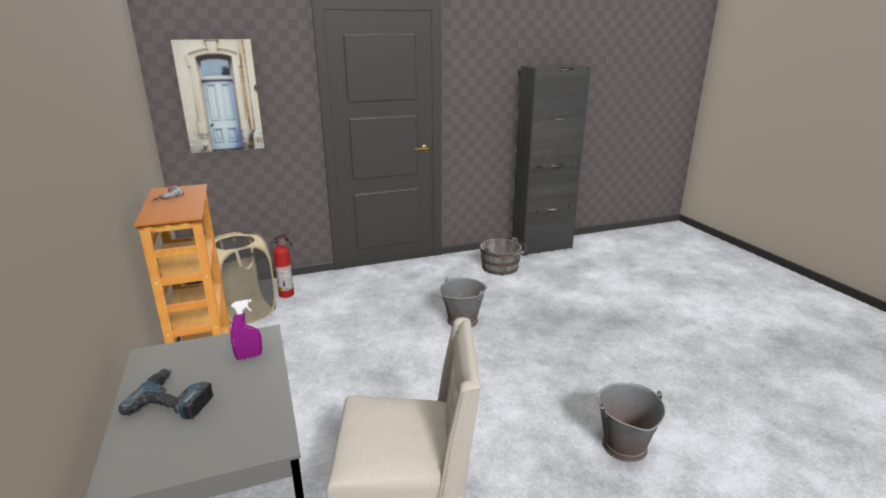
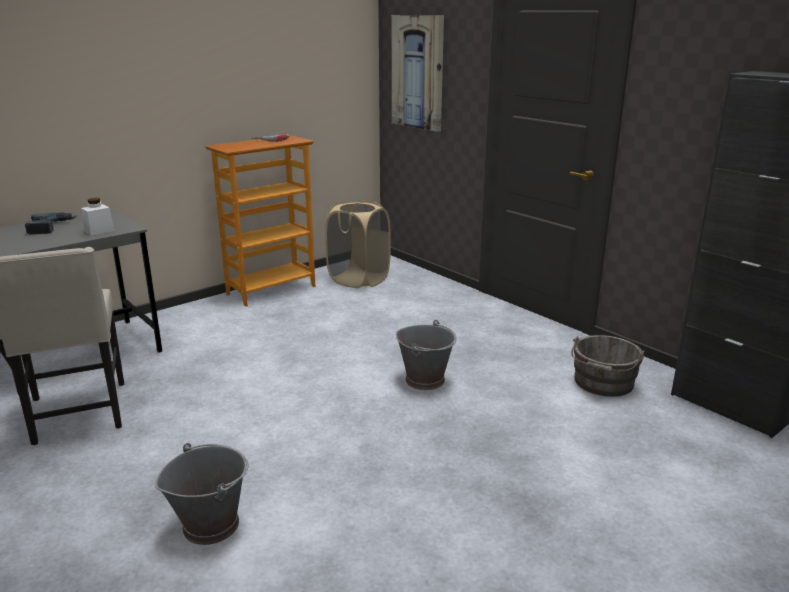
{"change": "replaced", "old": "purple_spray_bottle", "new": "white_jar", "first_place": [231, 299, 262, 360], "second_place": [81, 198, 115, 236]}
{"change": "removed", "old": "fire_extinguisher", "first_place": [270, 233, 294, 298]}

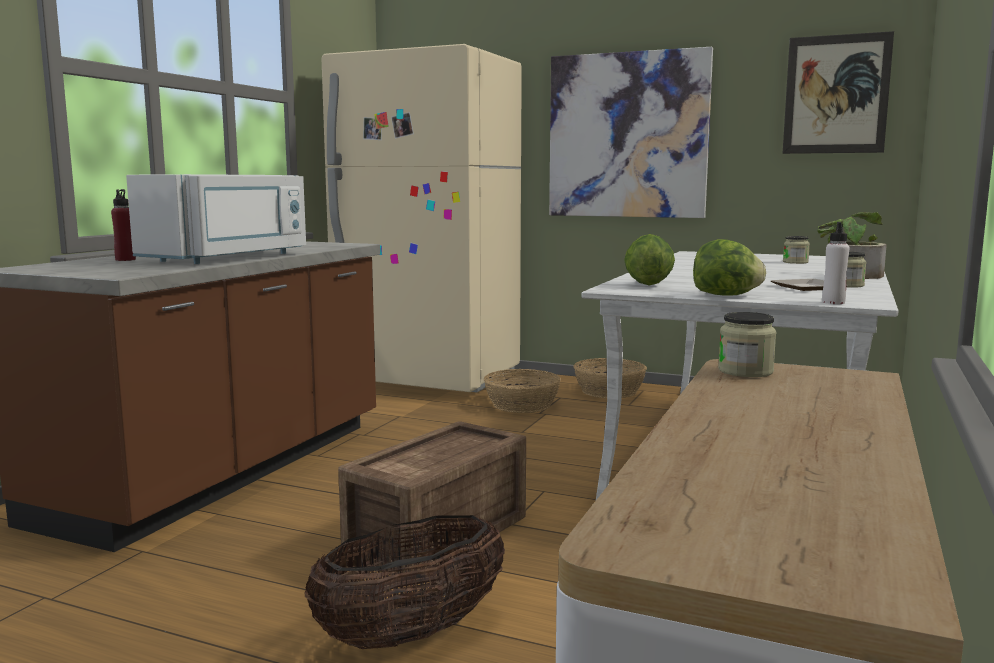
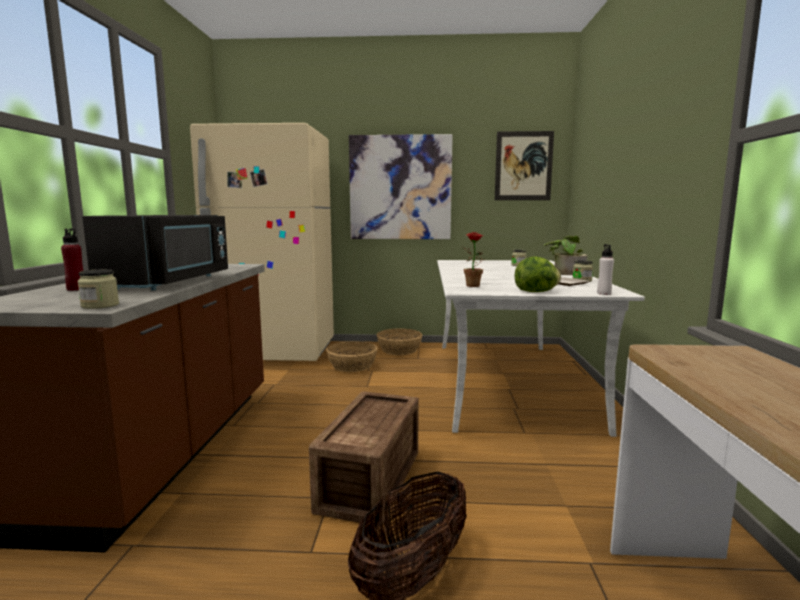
{"change": "recoloured", "old": "white_microwave", "new": "black_microwave", "first_place": [126, 174, 306, 264], "second_place": [82, 215, 228, 291]}
{"change": "replaced", "old": "lettuce", "new": "potted_plant", "first_place": [624, 234, 675, 286], "second_place": [463, 232, 485, 287]}
{"change": "moved", "old": "jar", "first_place": [718, 312, 776, 377], "second_place": [78, 269, 119, 309]}

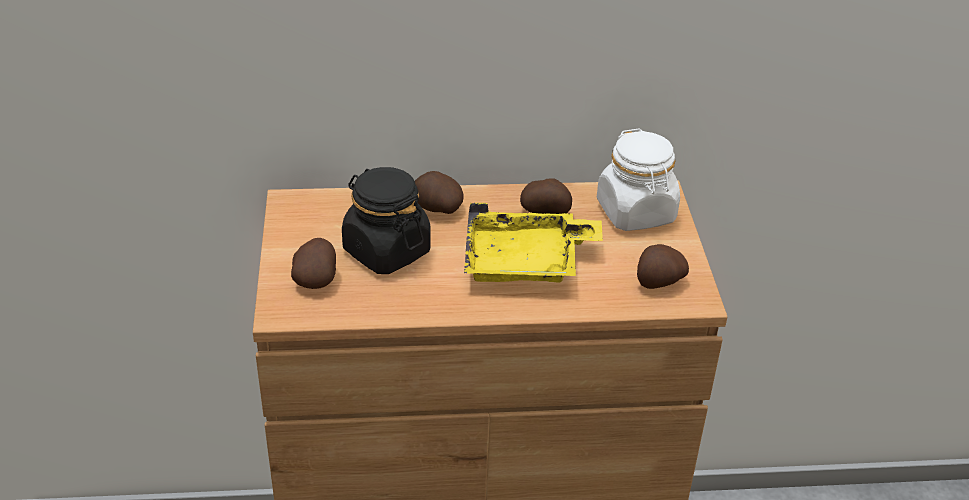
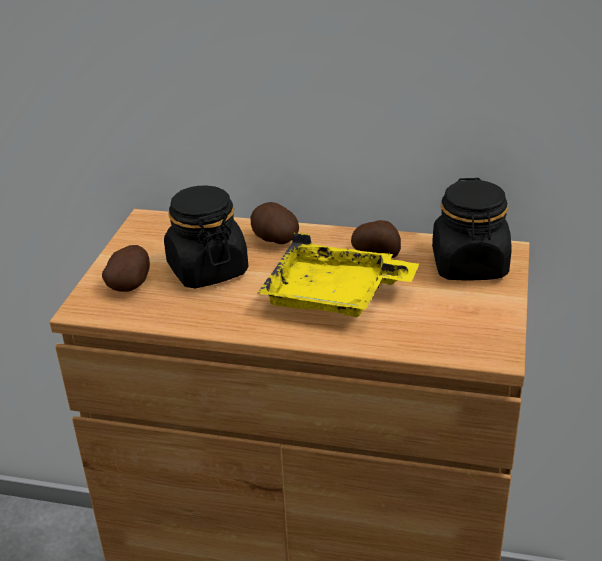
{"change": "recoloured", "old": "white_jar", "new": "black_jar", "first_place": [597, 128, 680, 231], "second_place": [432, 178, 512, 280]}
{"change": "removed", "old": "potato", "first_place": [637, 244, 689, 289]}

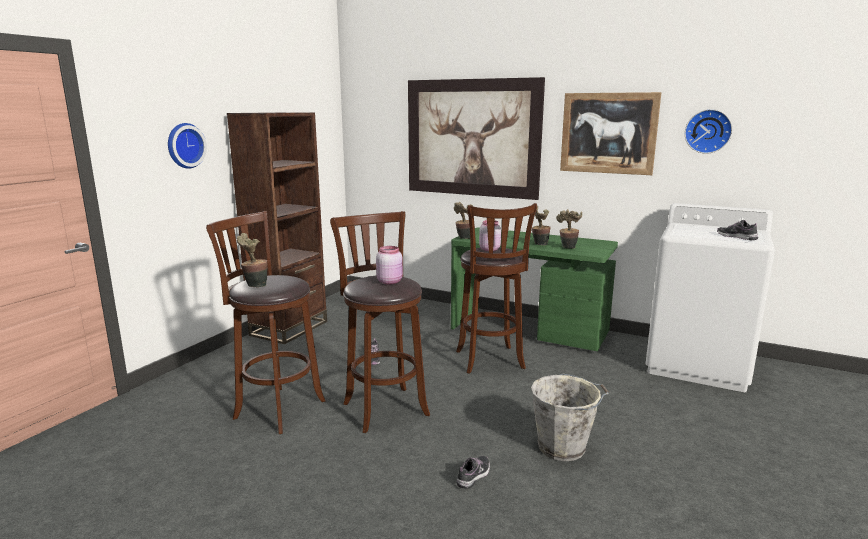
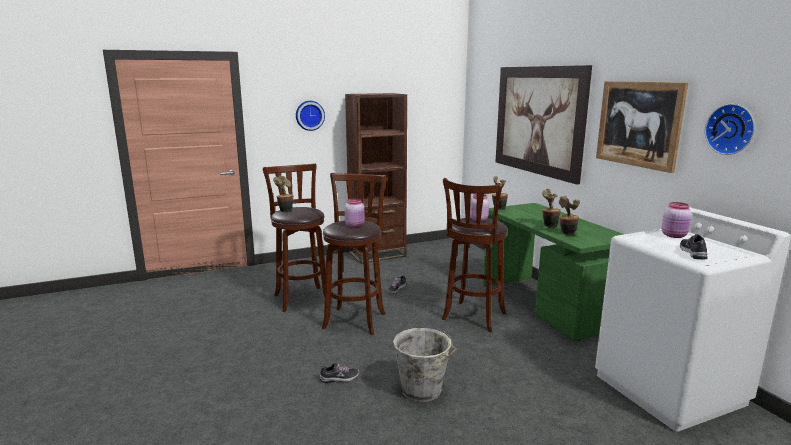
{"change": "added", "new": "pink_jar", "second_place": [661, 202, 692, 238]}

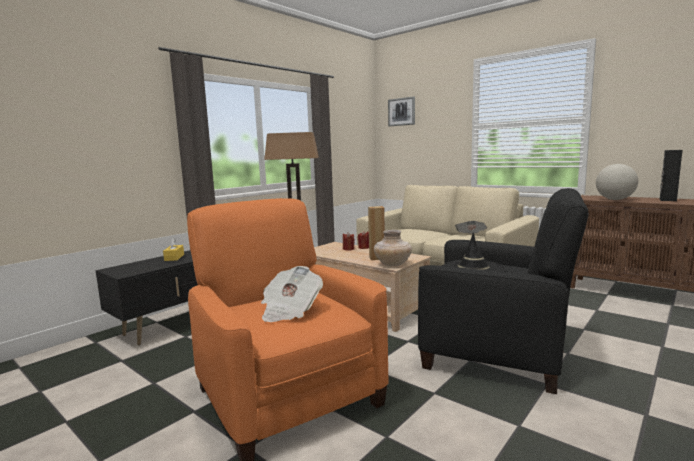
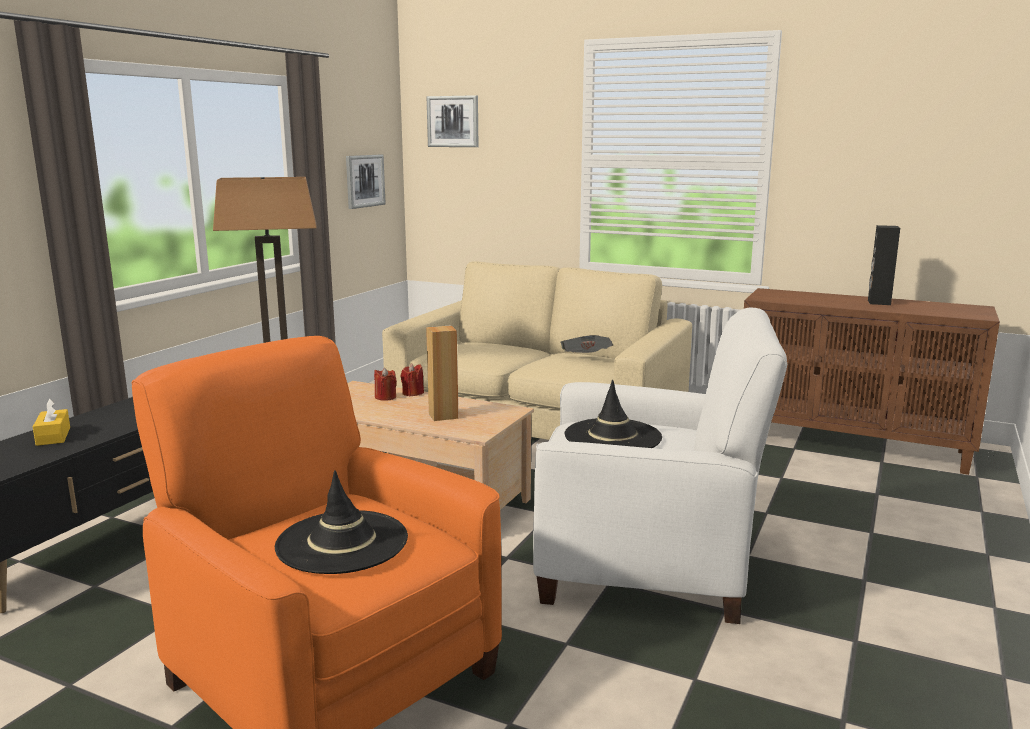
{"change": "replaced", "old": "newspaper", "new": "black_hat", "first_place": [261, 266, 323, 322], "second_place": [275, 470, 408, 574]}
{"change": "removed", "old": "beige_vase", "first_place": [374, 230, 412, 266]}
{"change": "recoloured", "old": "black_armchair", "new": "white_armchair", "first_place": [418, 188, 589, 394], "second_place": [533, 307, 787, 624]}
{"change": "removed", "old": "globe", "first_place": [596, 164, 638, 200]}
{"change": "added", "new": "picture", "second_place": [346, 155, 386, 209]}

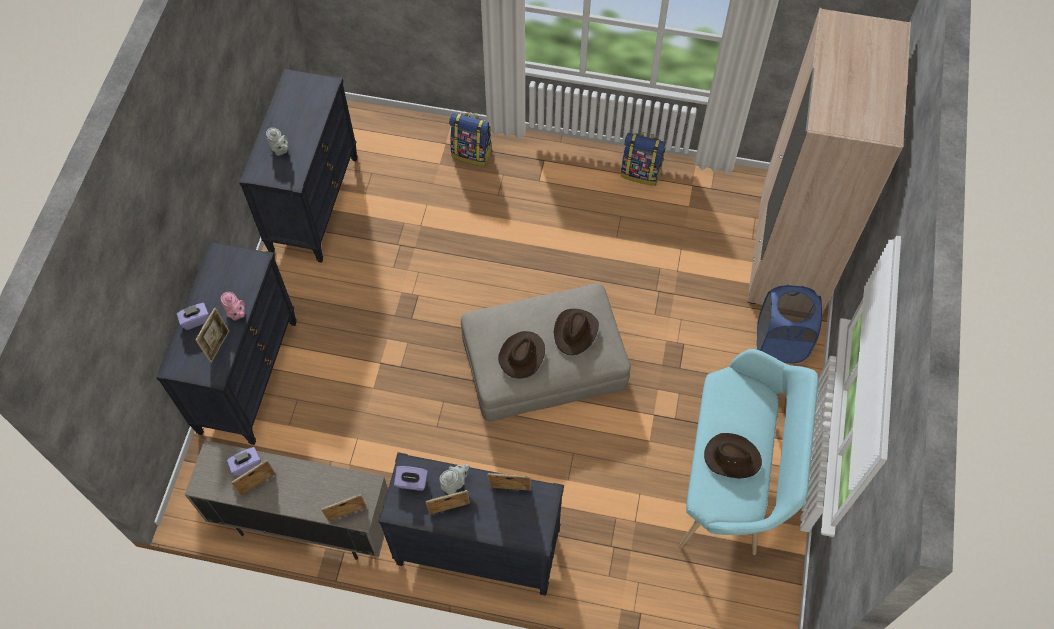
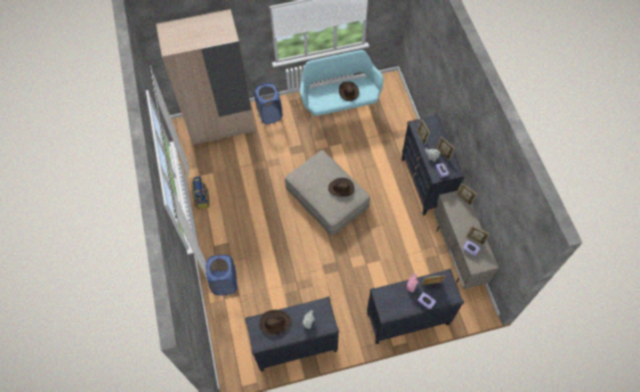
{"change": "replaced", "old": "backpack", "new": "blue_laundry_basket", "first_place": [449, 112, 493, 166], "second_place": [206, 255, 237, 295]}
{"change": "moved", "old": "brown_hat", "first_place": [554, 309, 599, 355], "second_place": [260, 310, 291, 335]}

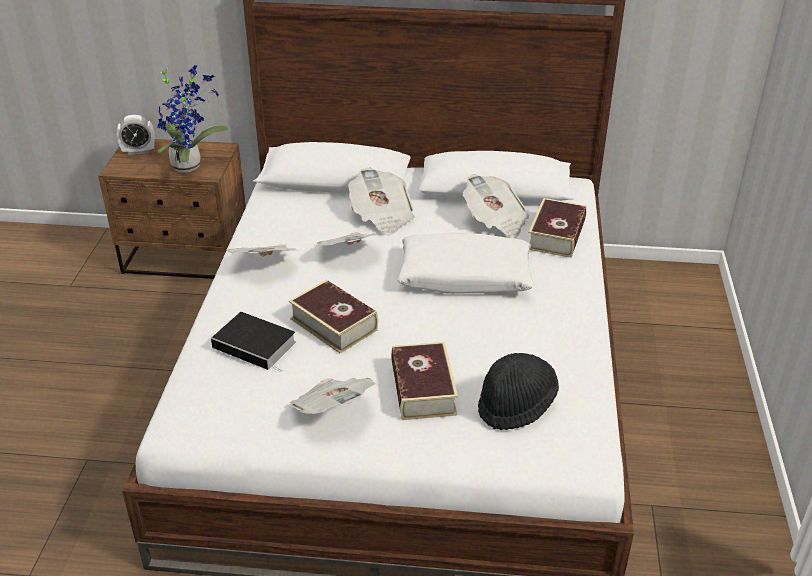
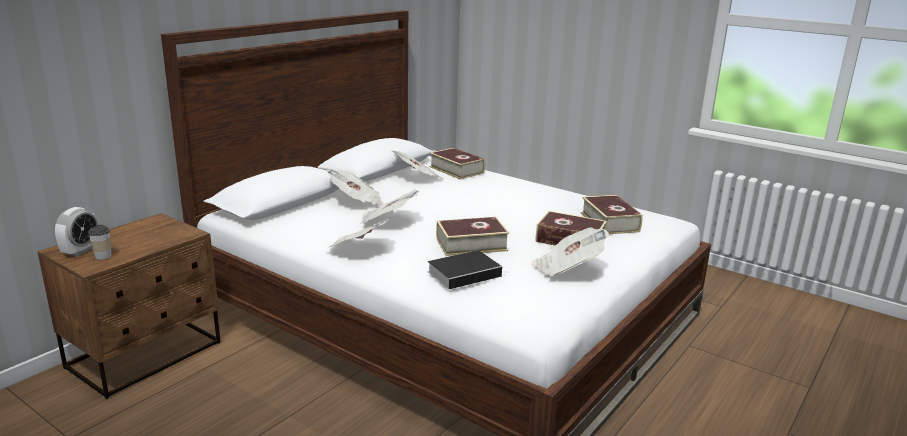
{"change": "removed", "old": "potted_plant", "first_place": [157, 65, 228, 173]}
{"change": "removed", "old": "white_pillow", "first_place": [397, 233, 534, 294]}
{"change": "replaced", "old": "black_hat", "new": "book", "first_place": [478, 353, 559, 430], "second_place": [581, 195, 642, 234]}
{"change": "added", "new": "cup", "second_place": [88, 225, 111, 260]}

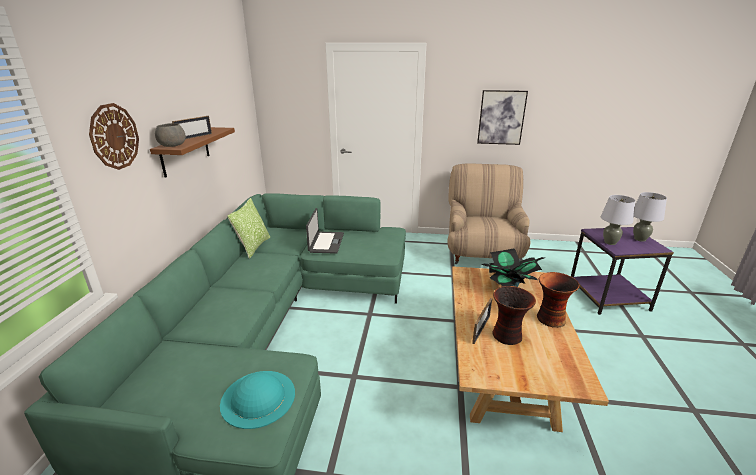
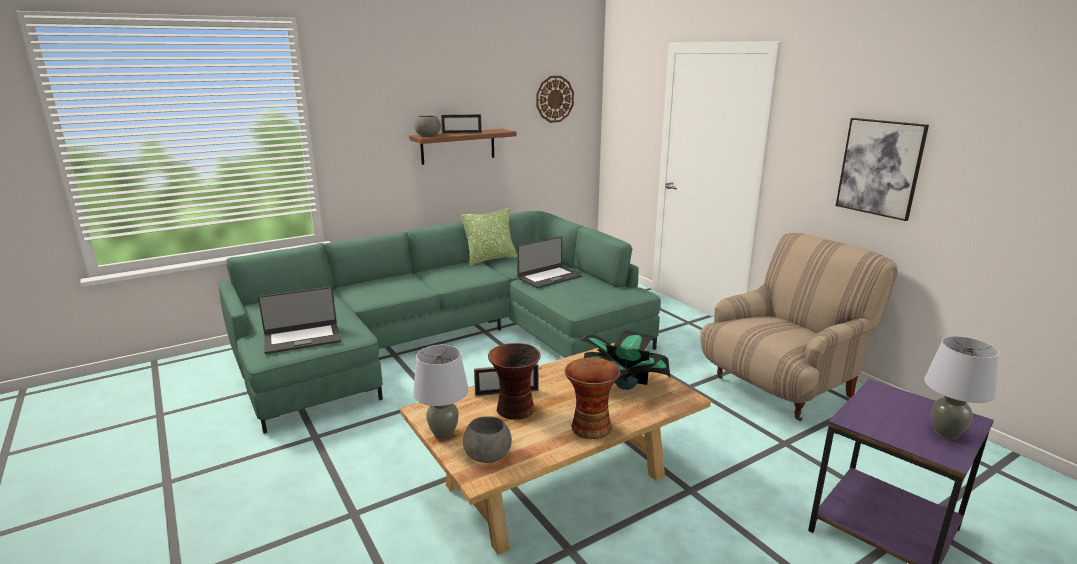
{"change": "moved", "old": "wall_clock", "first_place": [89, 103, 139, 170], "second_place": [536, 76, 574, 123]}
{"change": "replaced", "old": "turquoise_hat", "new": "laptop", "first_place": [220, 371, 295, 429], "second_place": [258, 287, 341, 354]}
{"change": "moved", "old": "grey_table_lamp", "first_place": [601, 195, 636, 245], "second_place": [413, 345, 468, 439]}
{"change": "added", "new": "grey_bowl", "second_place": [463, 416, 512, 463]}

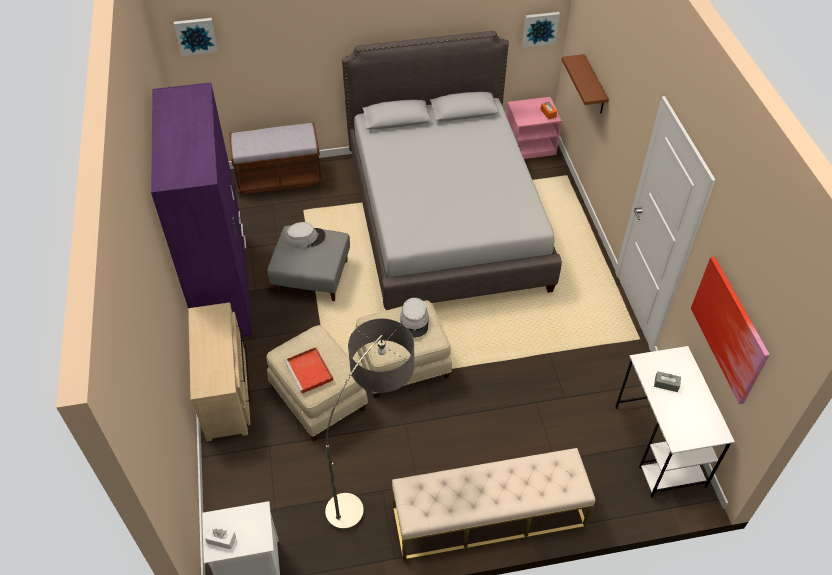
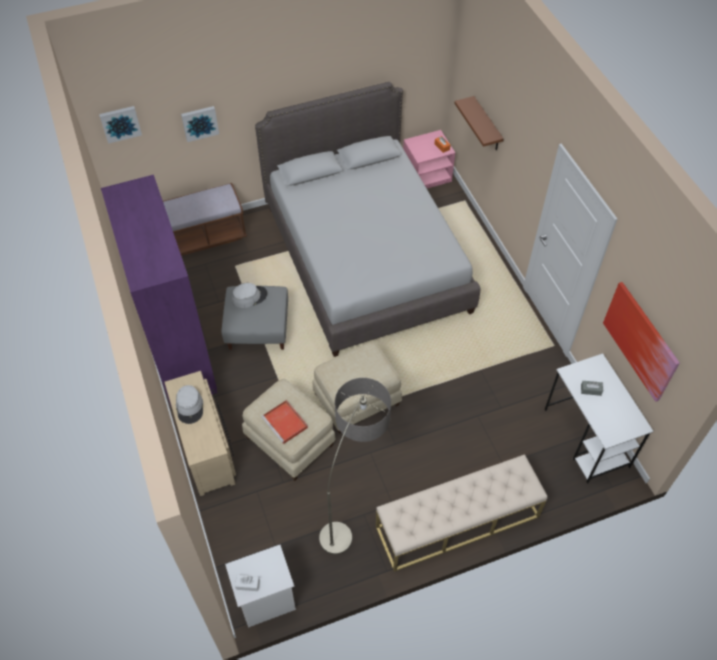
{"change": "moved", "old": "grey_hat", "first_place": [400, 298, 429, 338], "second_place": [176, 385, 203, 424]}
{"change": "moved", "old": "picture", "first_place": [522, 12, 560, 48], "second_place": [181, 106, 219, 142]}

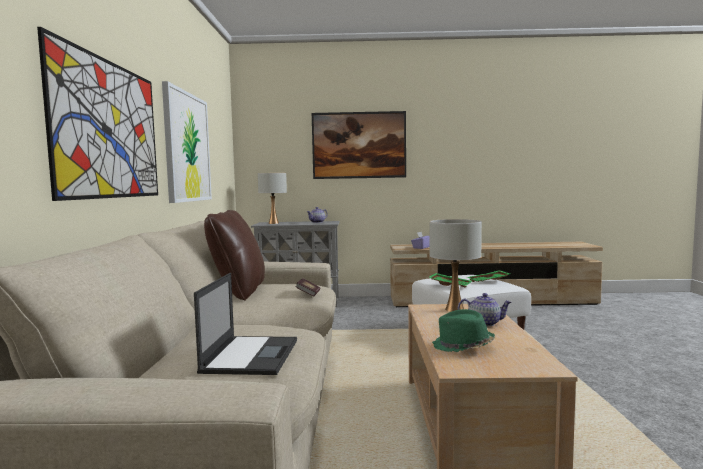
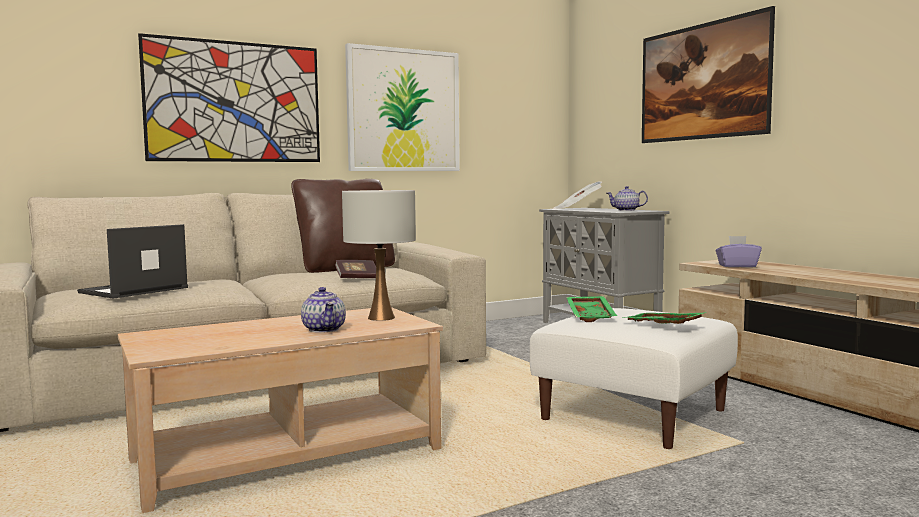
{"change": "turned", "old": "laptop", "first_place": [194, 273, 297, 375], "second_place": [77, 224, 188, 299], "degrees": 150}
{"change": "replaced", "old": "white_table_lamp", "new": "newspaper", "first_place": [258, 173, 287, 224], "second_place": [553, 181, 602, 209]}
{"change": "removed", "old": "green_hat", "first_place": [432, 309, 495, 352]}

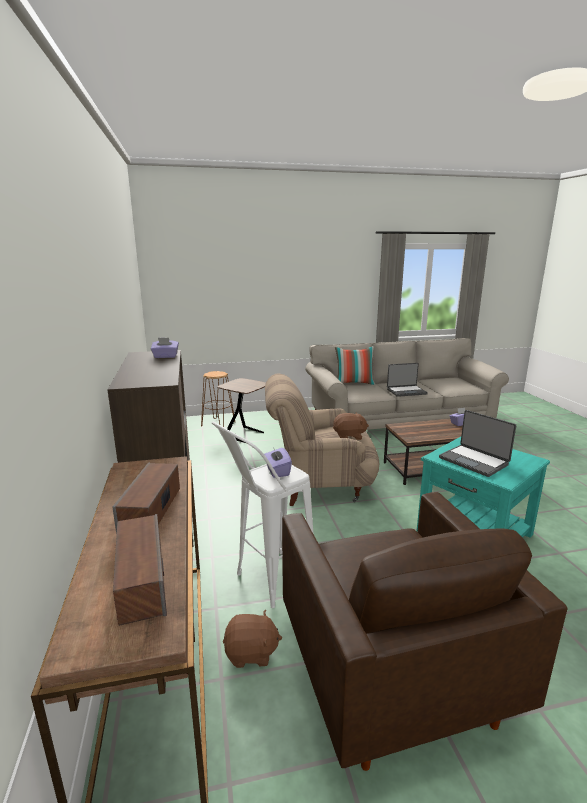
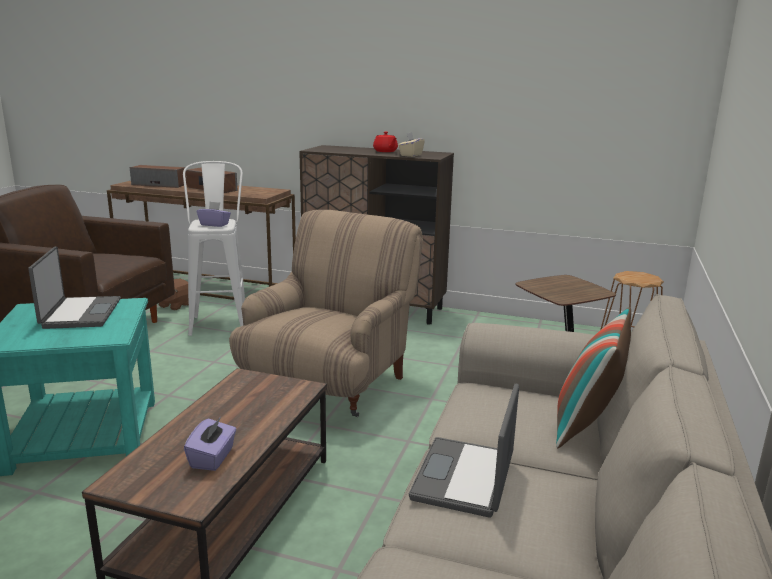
{"change": "recoloured", "old": "purple_tissue_box", "new": "beige_tissue_box", "first_place": [151, 338, 179, 358], "second_place": [398, 132, 425, 157]}
{"change": "removed", "old": "brown_plush_toy", "first_place": [333, 412, 369, 440]}
{"change": "turned", "old": "laptop", "first_place": [439, 410, 516, 477], "second_place": [28, 246, 121, 329], "degrees": 90}
{"change": "added", "new": "red_teapot", "second_place": [373, 132, 398, 152]}

